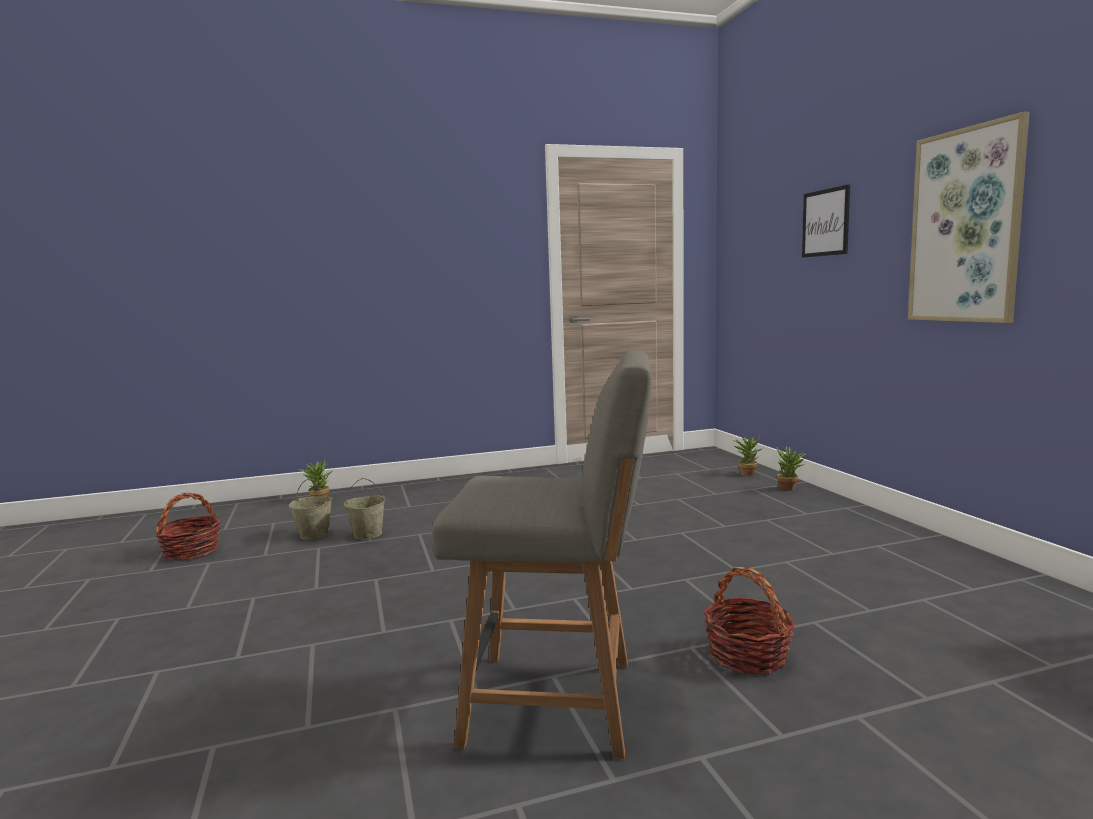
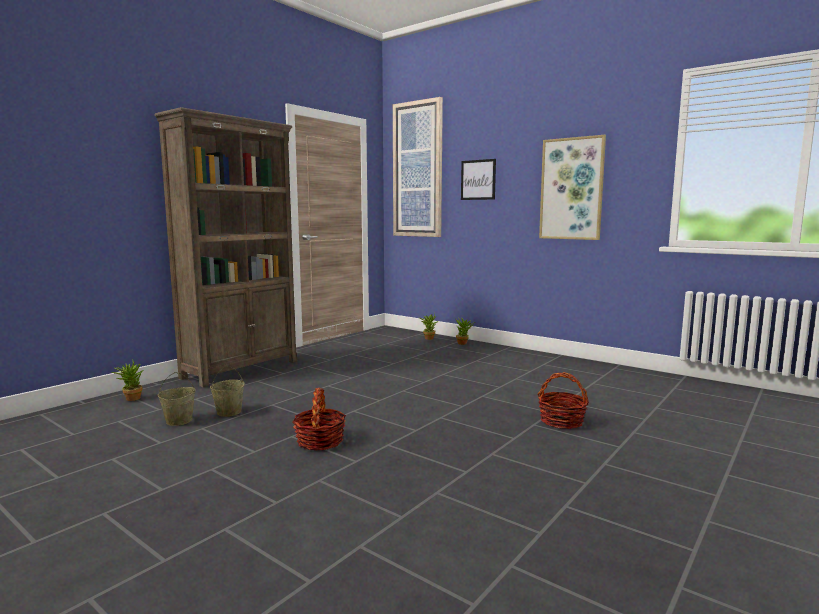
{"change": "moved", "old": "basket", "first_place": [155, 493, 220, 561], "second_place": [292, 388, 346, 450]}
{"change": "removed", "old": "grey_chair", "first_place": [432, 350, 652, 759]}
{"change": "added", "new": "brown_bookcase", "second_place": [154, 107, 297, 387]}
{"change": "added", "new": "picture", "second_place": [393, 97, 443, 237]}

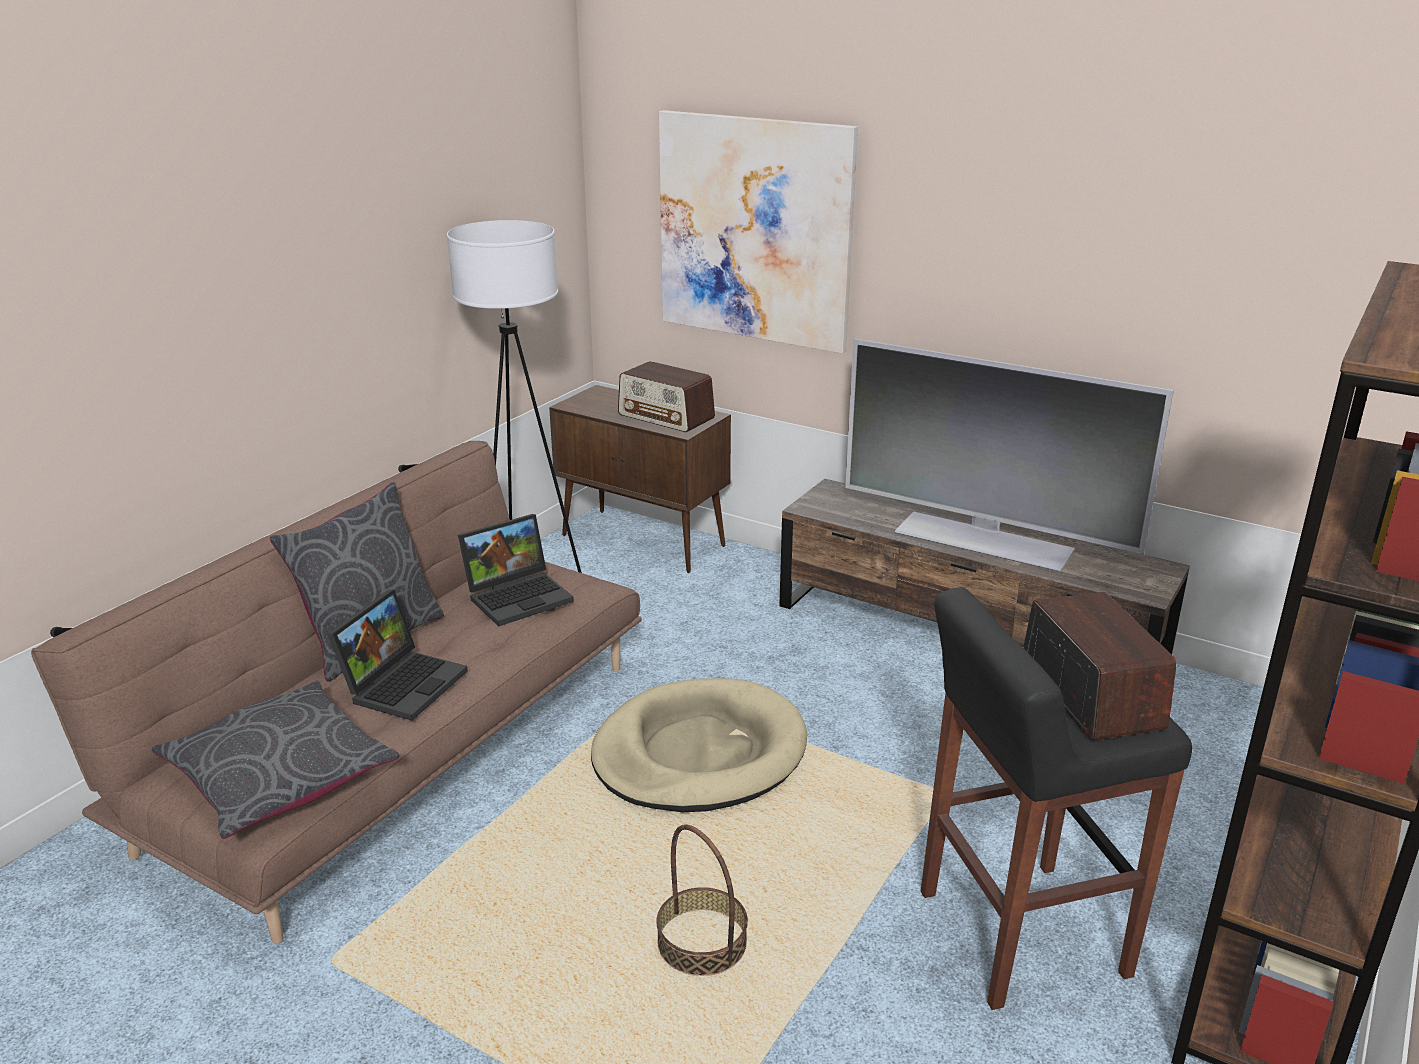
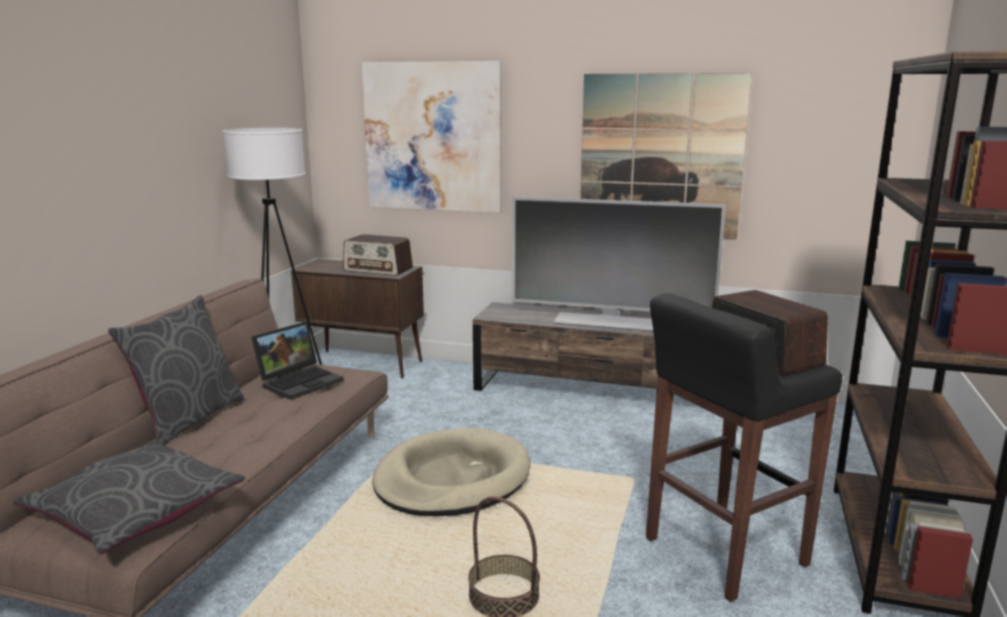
{"change": "removed", "old": "laptop", "first_place": [328, 590, 468, 721]}
{"change": "added", "new": "picture", "second_place": [580, 73, 752, 240]}

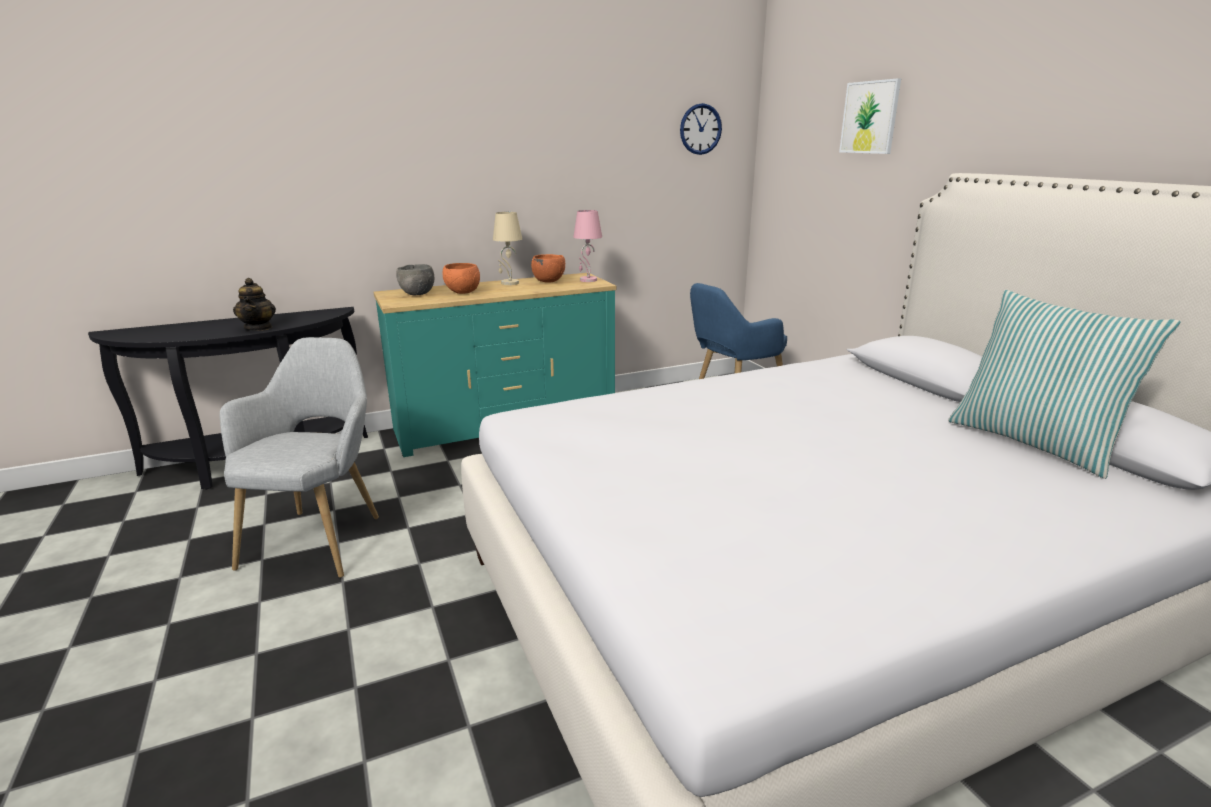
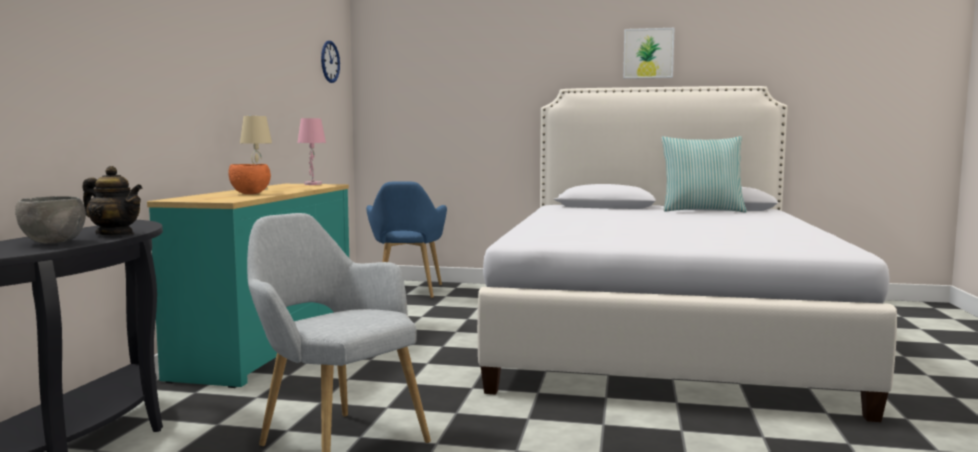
{"change": "moved", "old": "grey_bowl", "first_place": [396, 264, 434, 295], "second_place": [15, 196, 86, 244]}
{"change": "removed", "old": "orange_bowl", "first_place": [531, 254, 565, 283]}
{"change": "moved", "old": "picture", "first_place": [839, 78, 901, 154], "second_place": [623, 28, 674, 79]}

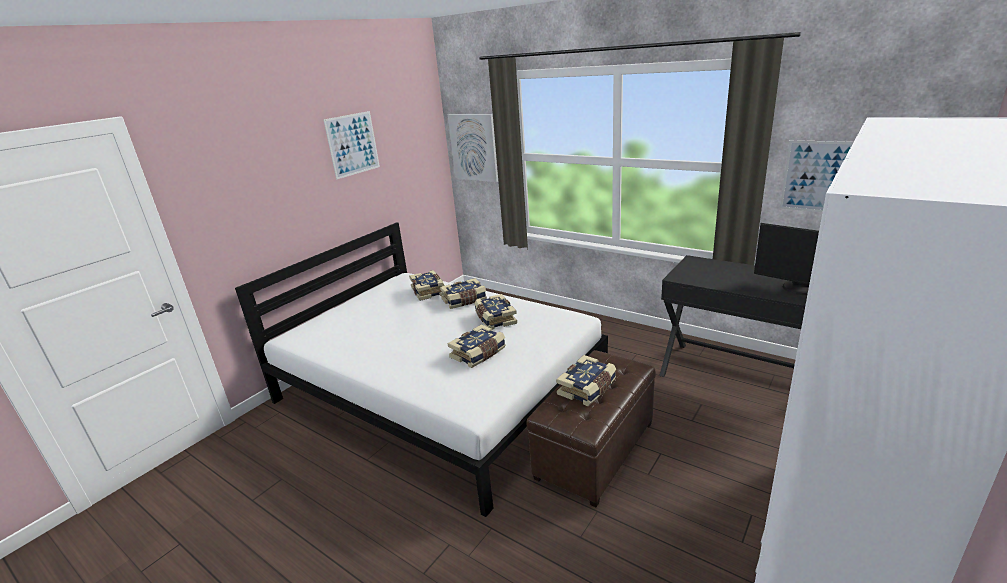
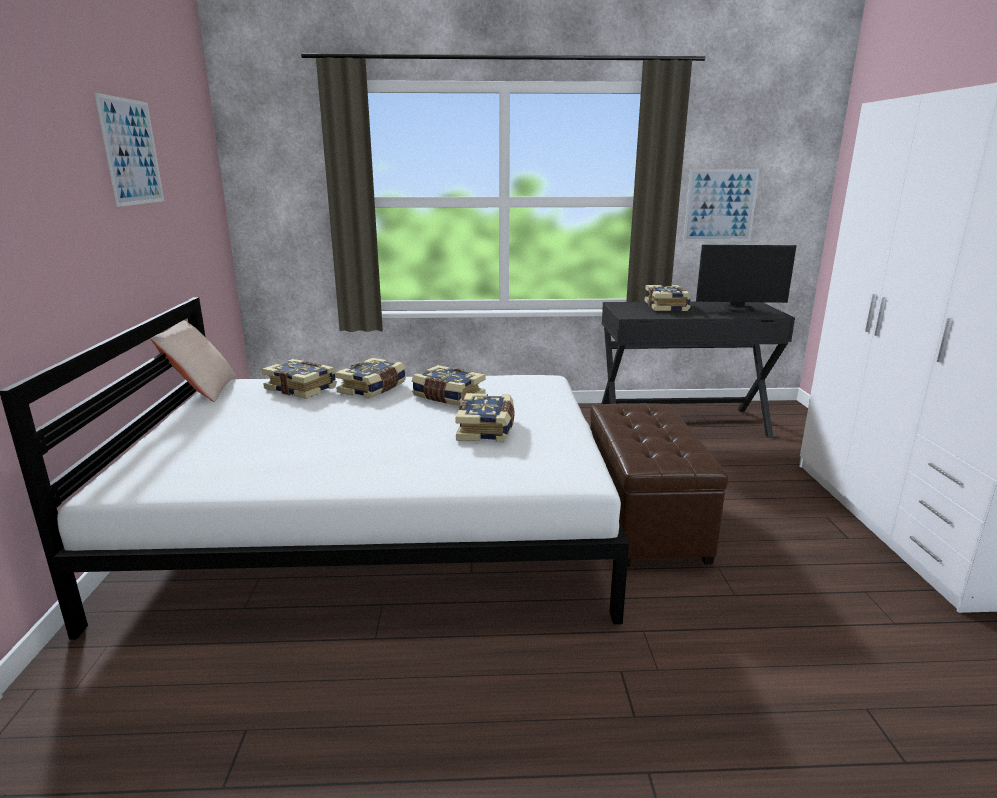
{"change": "removed", "old": "picture", "first_place": [448, 114, 498, 182]}
{"change": "moved", "old": "book", "first_place": [556, 355, 616, 406], "second_place": [645, 285, 691, 311]}
{"change": "added", "new": "beige_pillow", "second_place": [150, 320, 236, 402]}

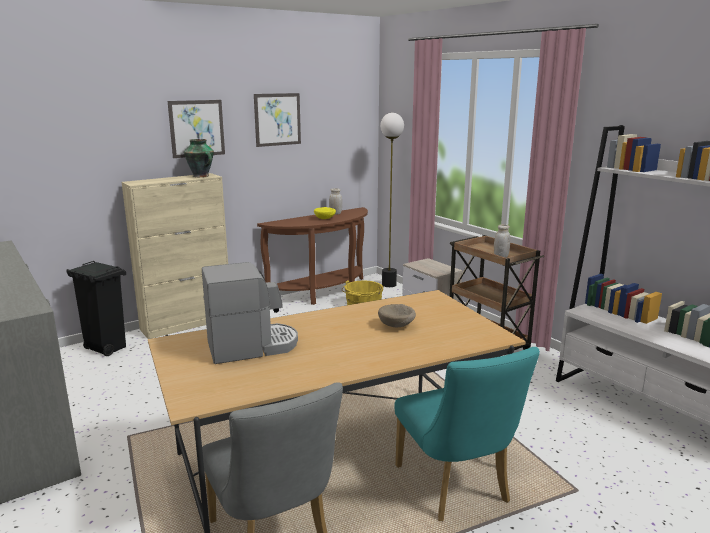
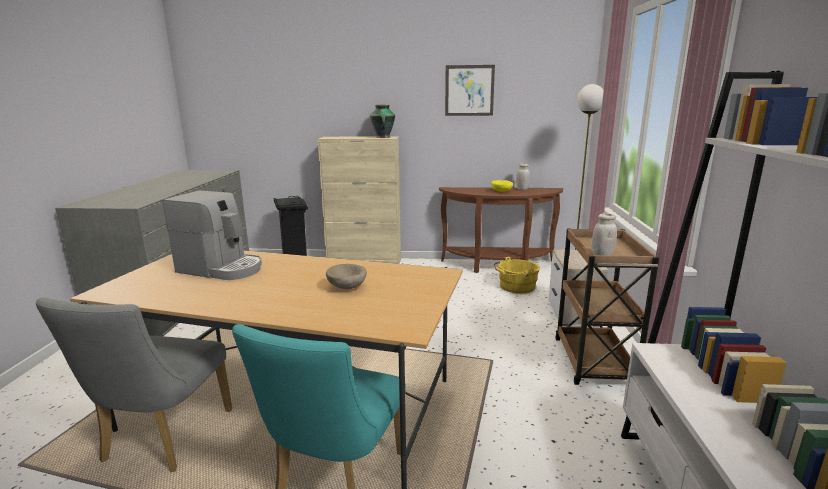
{"change": "removed", "old": "picture", "first_place": [168, 100, 225, 158]}

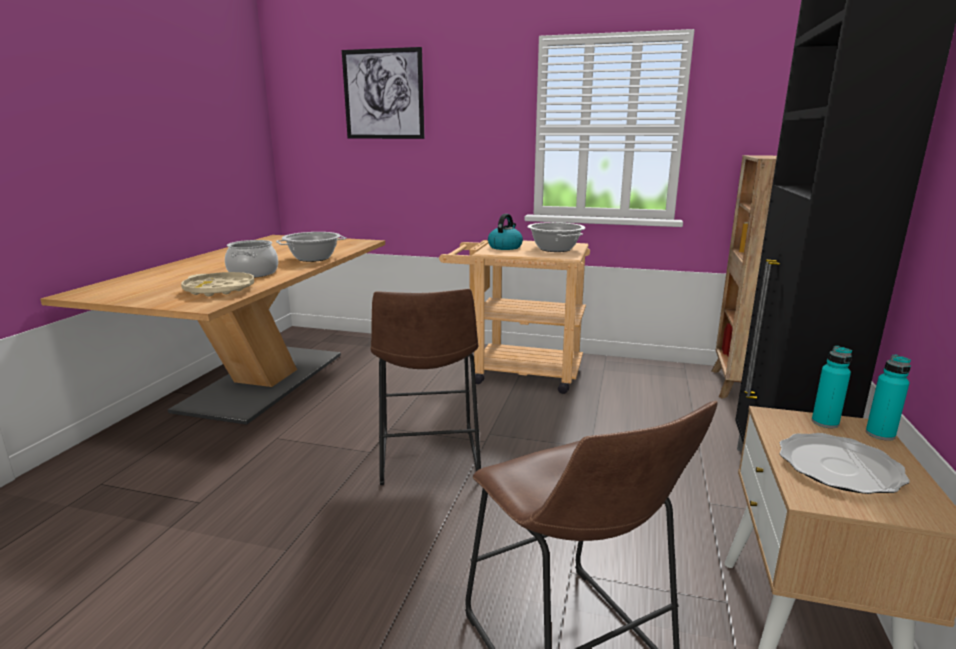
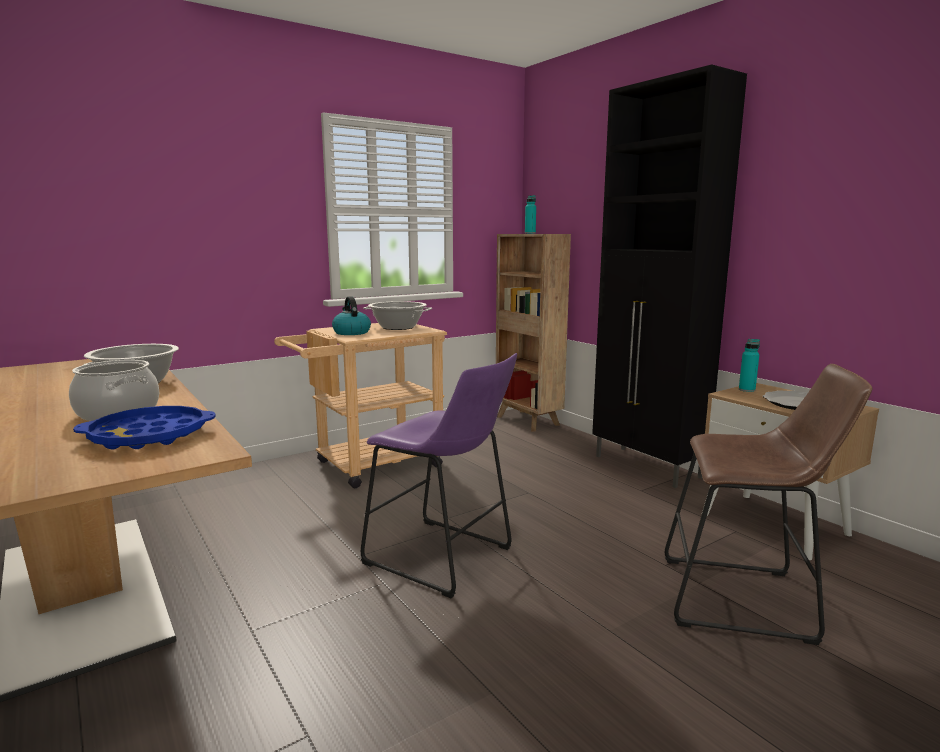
{"change": "recoloured", "old": "beige_tray", "new": "blue_tray", "first_place": [181, 272, 254, 297], "second_place": [73, 406, 216, 449]}
{"change": "removed", "old": "picture", "first_place": [342, 47, 424, 139]}
{"change": "recoloured", "old": "brown_stool", "new": "purple_stool", "first_place": [370, 289, 481, 485], "second_place": [361, 353, 517, 598]}
{"change": "moved", "old": "turquoise_bottle", "first_place": [866, 355, 911, 441], "second_place": [525, 195, 536, 234]}

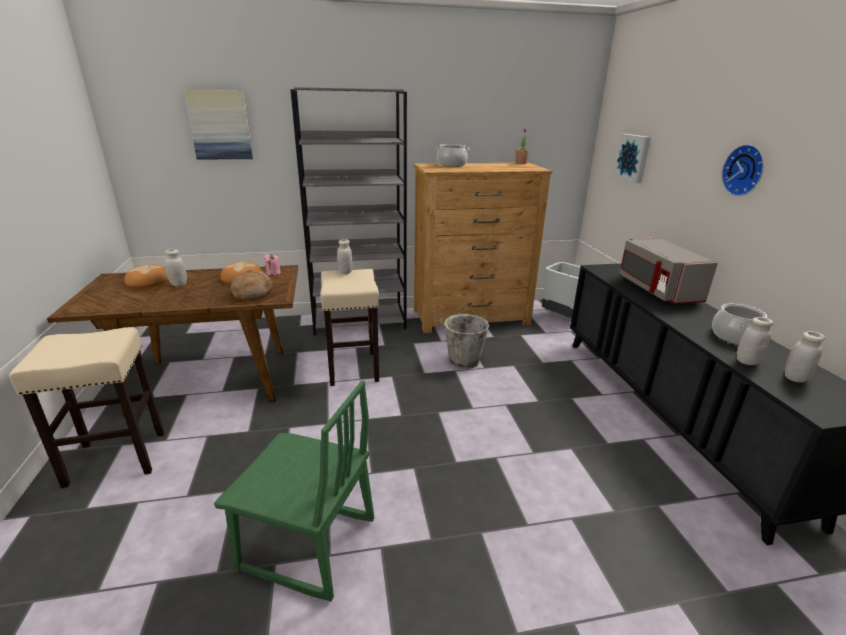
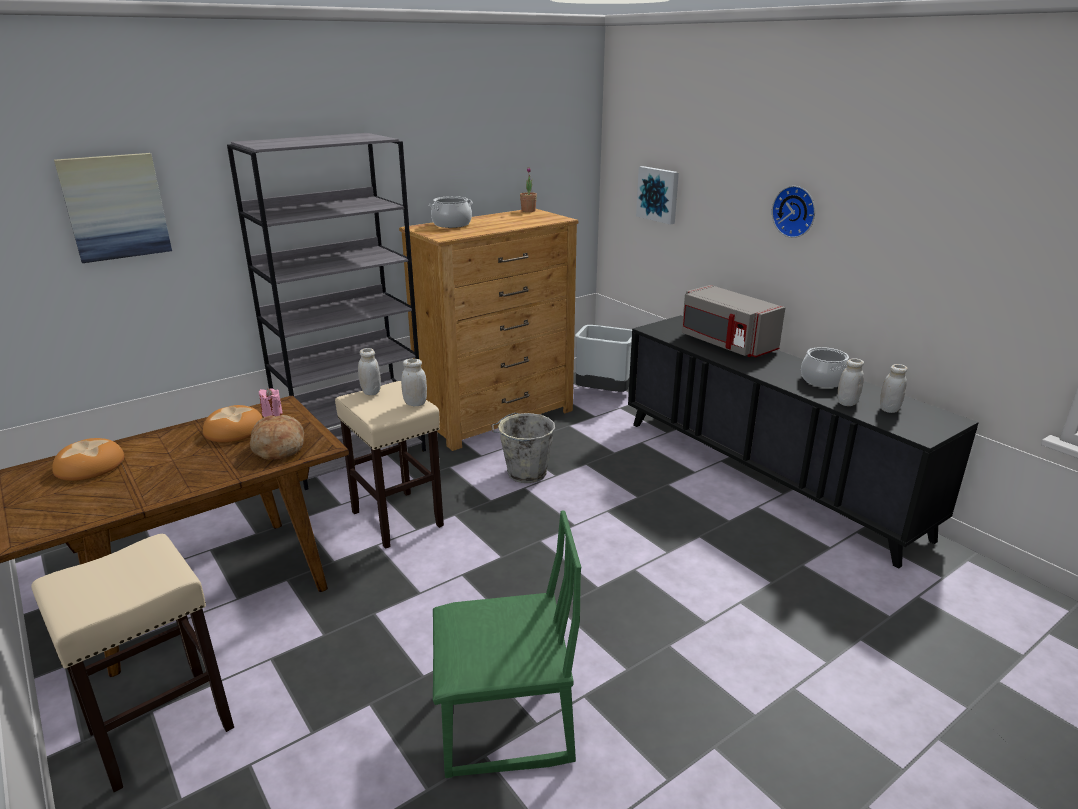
{"change": "moved", "old": "white_jar", "first_place": [165, 249, 187, 286], "second_place": [401, 359, 427, 406]}

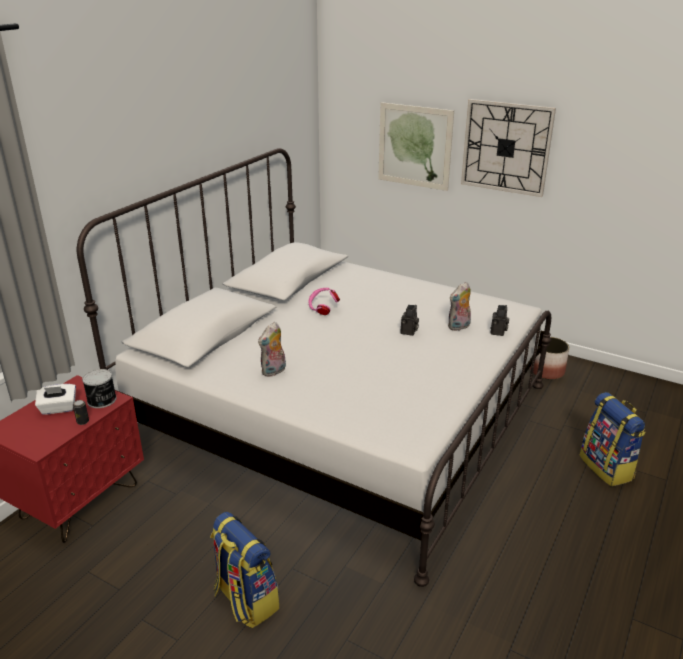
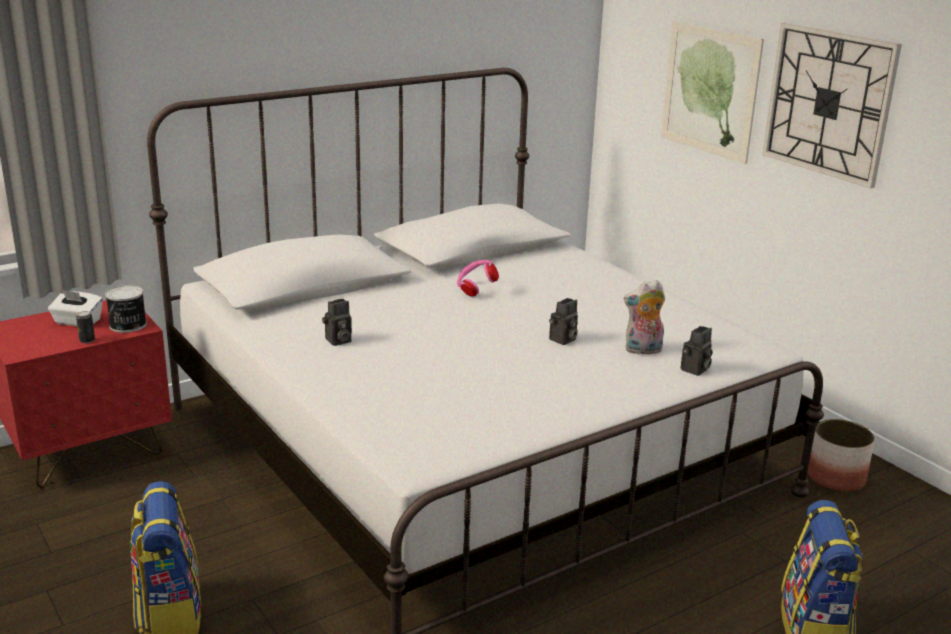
{"change": "replaced", "old": "plush_toy", "new": "photo_camera", "first_place": [258, 322, 286, 377], "second_place": [322, 299, 352, 346]}

